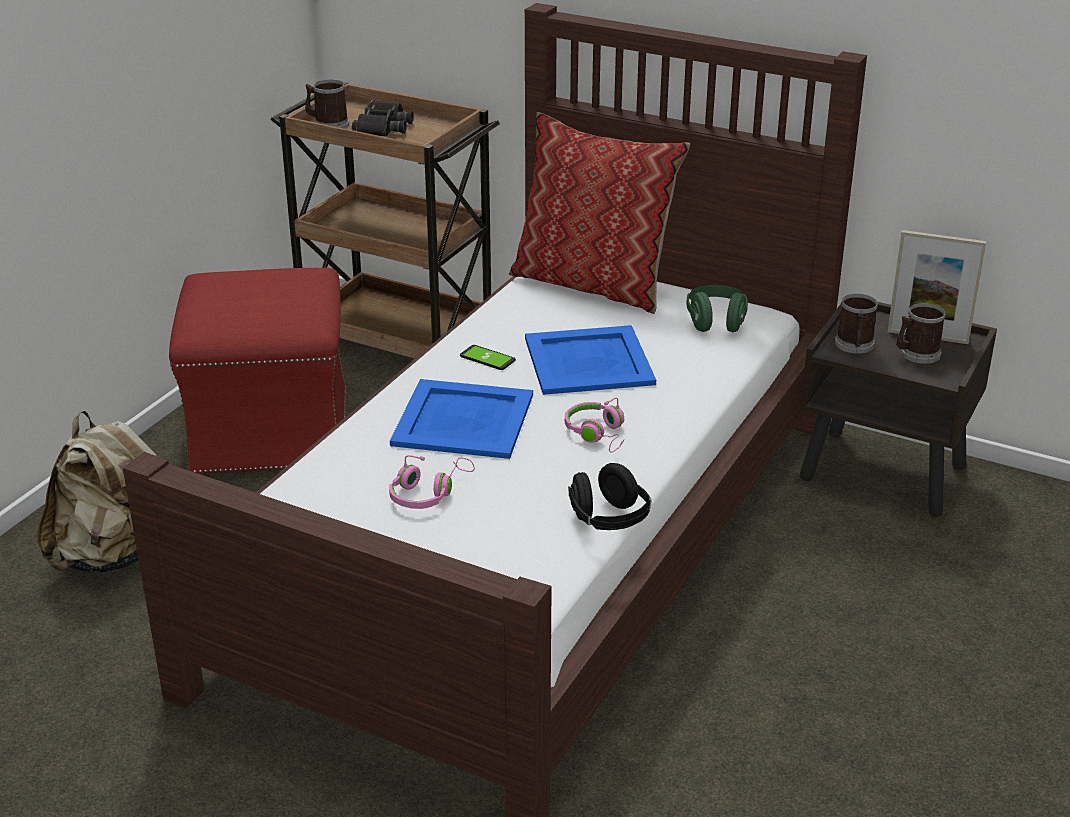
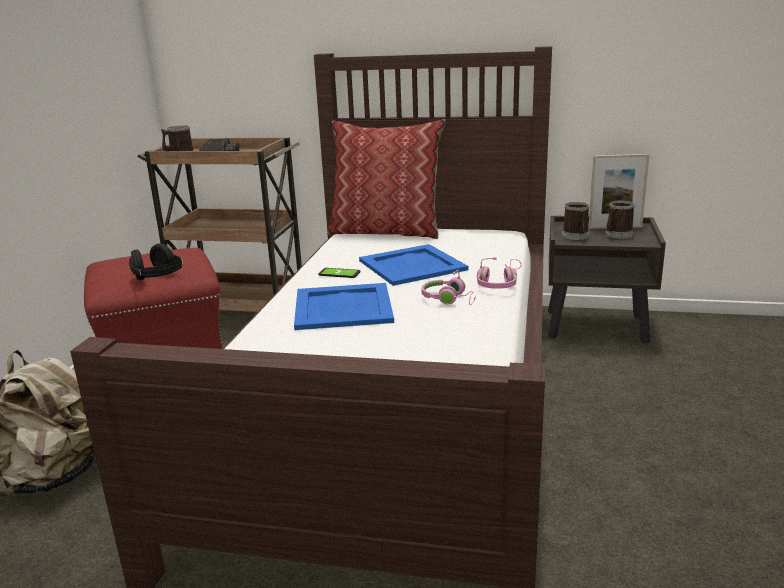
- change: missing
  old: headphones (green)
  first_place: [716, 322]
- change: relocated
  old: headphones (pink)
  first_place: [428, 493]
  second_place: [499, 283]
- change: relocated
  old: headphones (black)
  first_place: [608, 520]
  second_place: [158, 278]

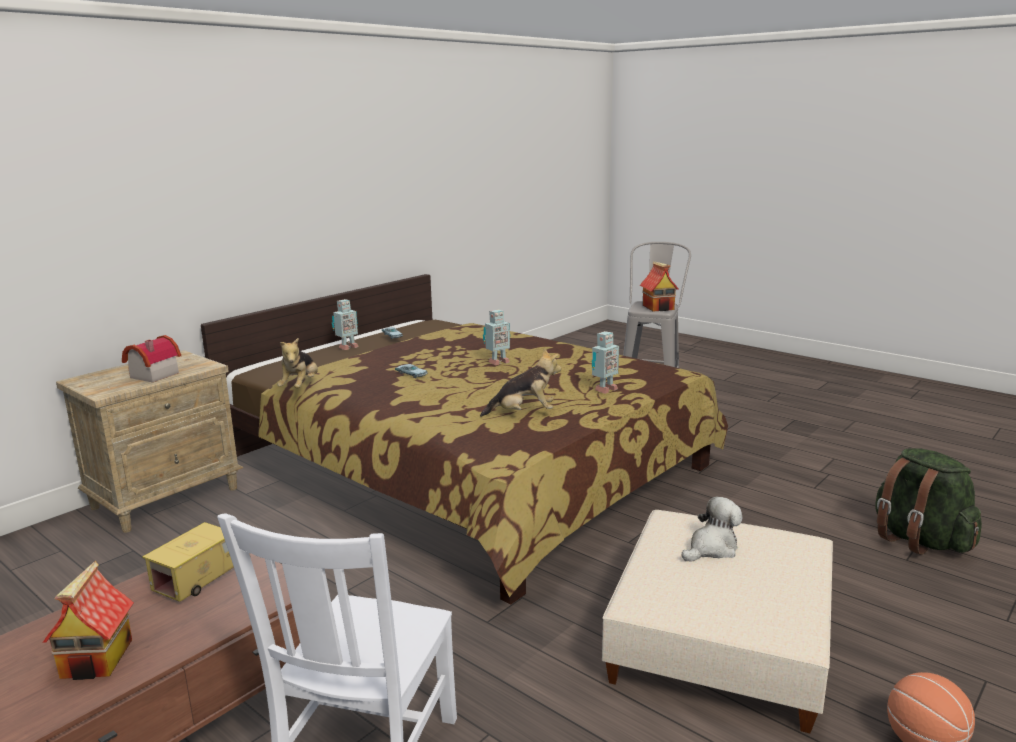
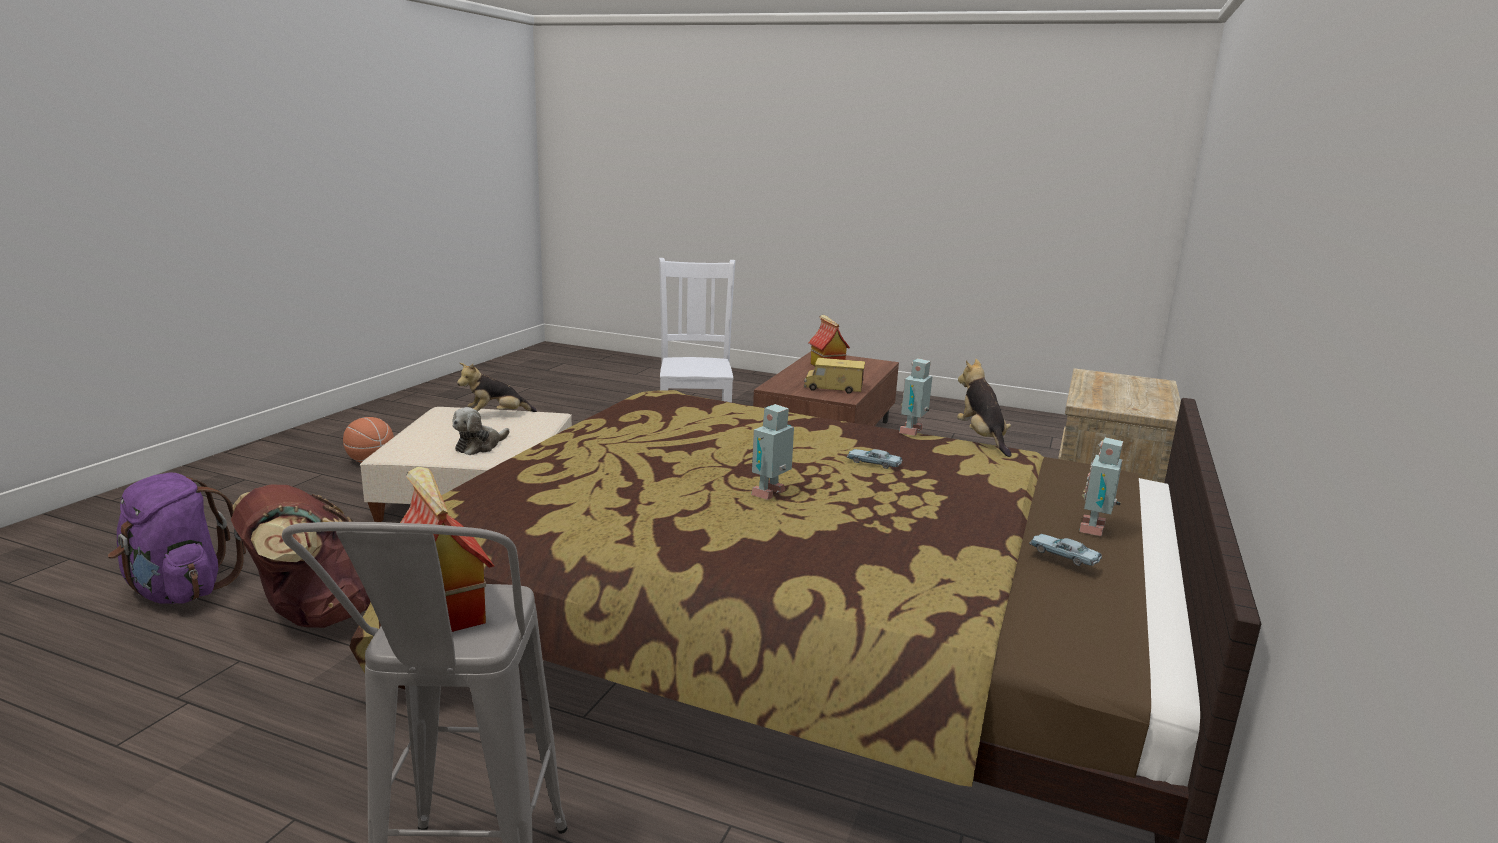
- change: relocated
  old: toy robot
  first_place: [604, 390]
  second_place: [913, 432]
- change: missing
  old: toy house
  first_place: [151, 375]
- change: relocated
  old: plush toy
  first_place: [523, 413]
  second_place: [496, 416]
- change: colour
  old: backpack (green)
  new: backpack (purple)
  first_place: [919, 540]
  second_place: [180, 591]
- change: spun
  old: toy truck
  first_place: [201, 576]
  second_place: [833, 388]
  degrees: 90
- change: appeared
  new: backpack (brown)
  second_place: [319, 614]

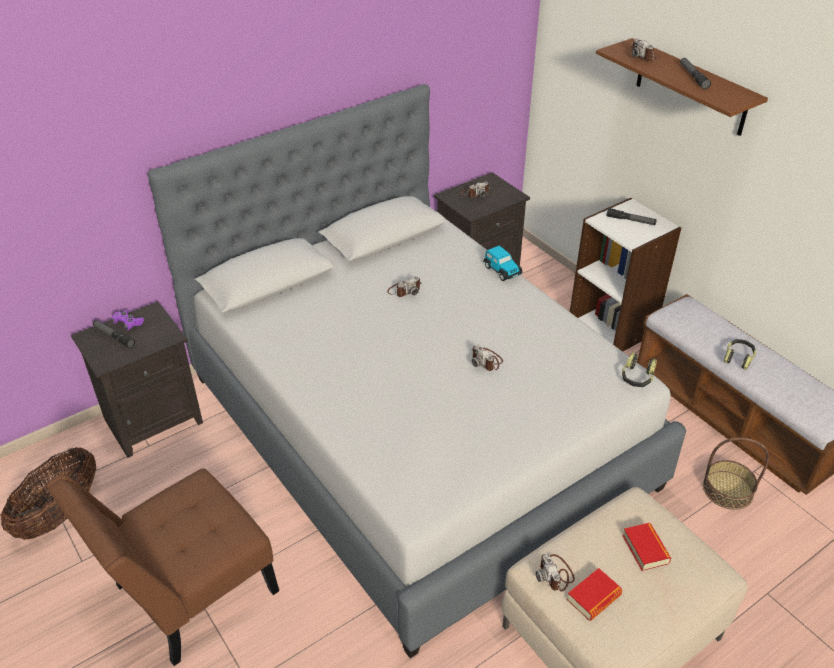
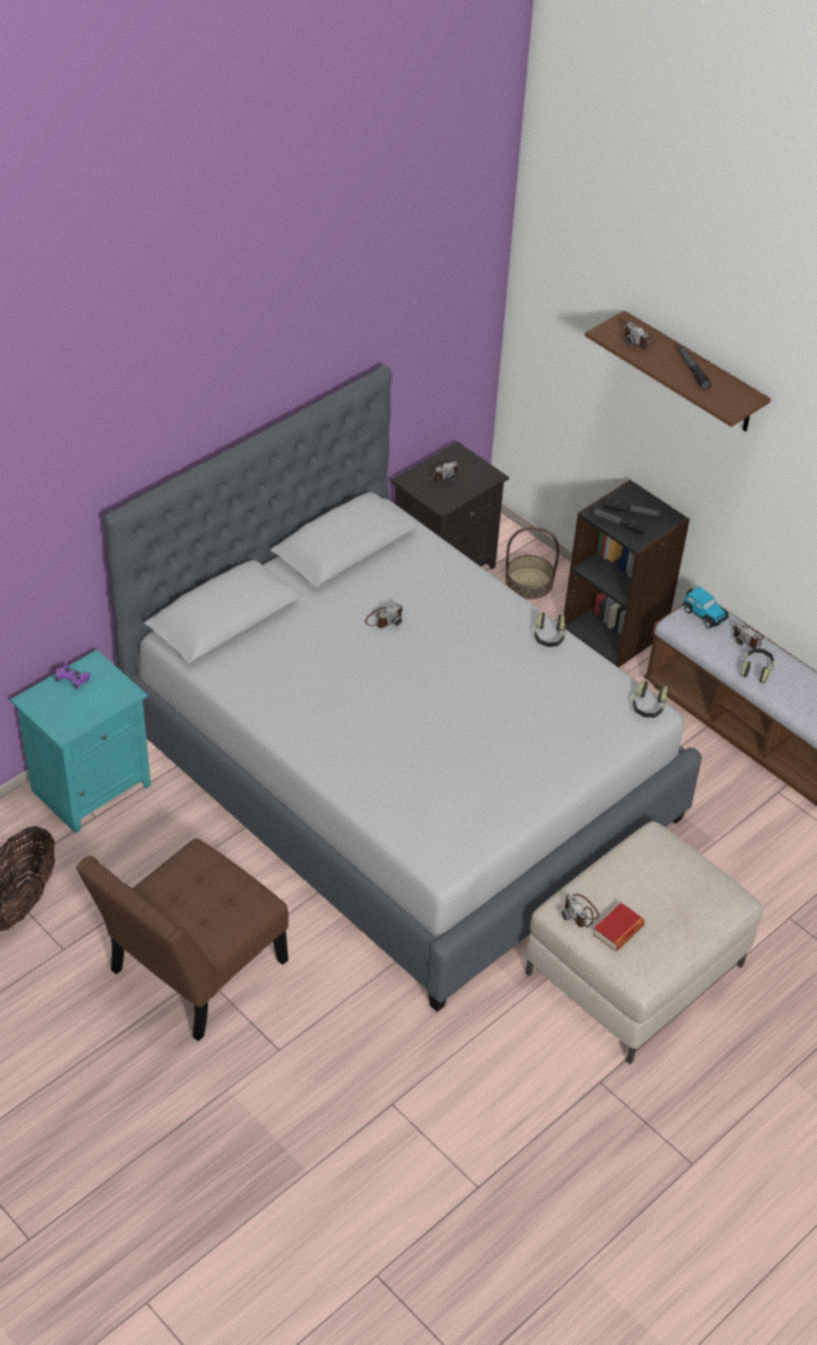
- change: colour
  old: bookcase (white)
  new: bookcase (black)
  first_place: [612, 328]
  second_place: [615, 630]
- change: relocated
  old: toy car
  first_place: [501, 270]
  second_place: [703, 614]
- change: colour
  old: nightstand (black)
  new: nightstand (turquoise)
  first_place: [154, 419]
  second_place: [91, 785]
- change: relocated
  old: flashlight
  first_place: [114, 336]
  second_place: [618, 524]
- change: relocated
  old: photo camera
  first_place: [486, 360]
  second_place: [747, 637]
- change: relocated
  old: basket
  first_place: [727, 490]
  second_place: [529, 583]
- change: missing
  old: book
  first_place: [645, 549]
- change: appeared
  new: headphones
  second_place: [549, 636]

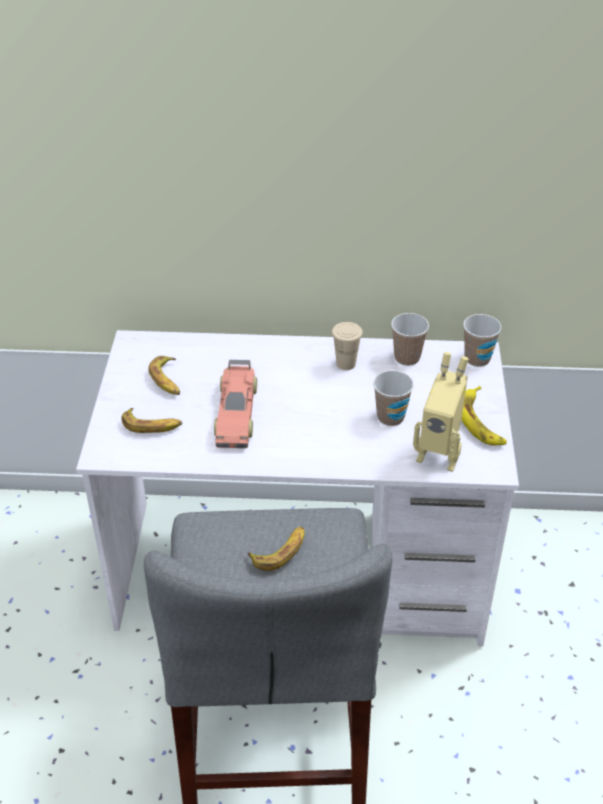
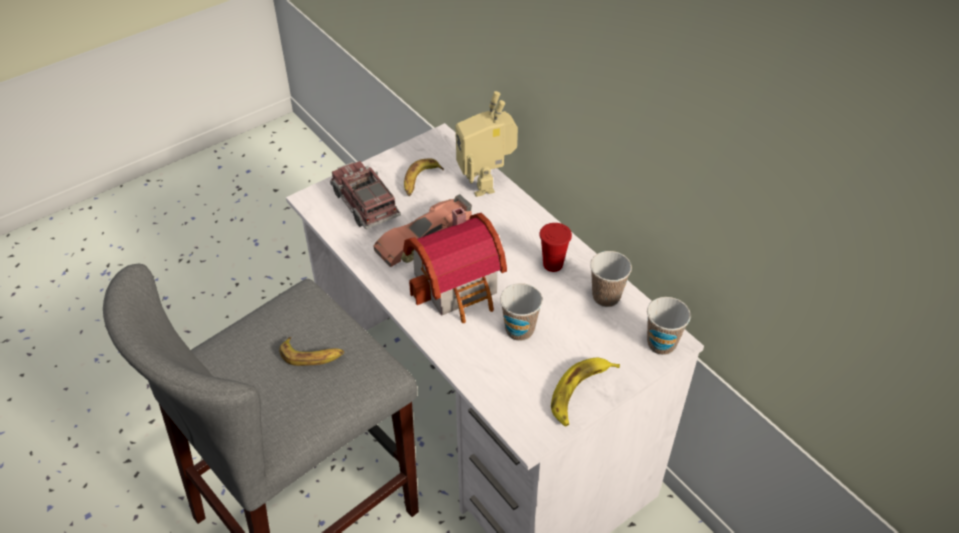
- change: colour
  old: cup (beige)
  new: cup (red)
  first_place: [346, 364]
  second_place: [553, 264]
- change: relocated
  old: toy robot
  first_place: [439, 454]
  second_place: [486, 182]
- change: exchanged
  old: banana
  new: toy truck
  first_place: [152, 425]
  second_place: [365, 204]
- change: appeared
  new: toy house
  second_place: [460, 286]

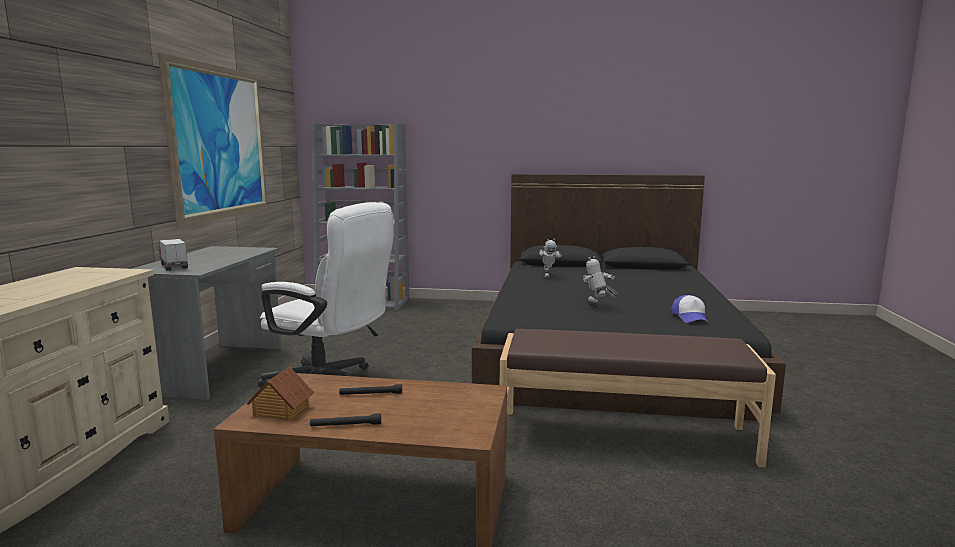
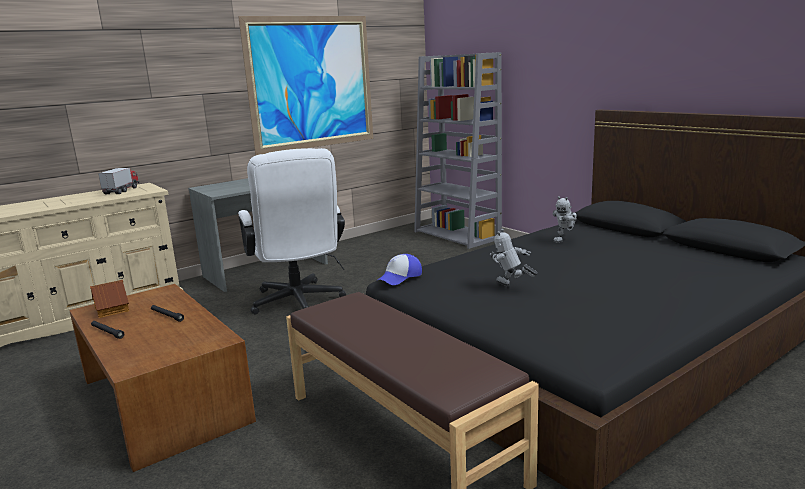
- change: relocated
  old: toy truck
  first_place: [173, 266]
  second_place: [122, 190]
- change: spun
  old: toy robot
  first_place: [597, 305]
  second_place: [511, 287]
  degrees: -60
- change: relocated
  old: cap
  first_place: [690, 317]
  second_place: [400, 277]

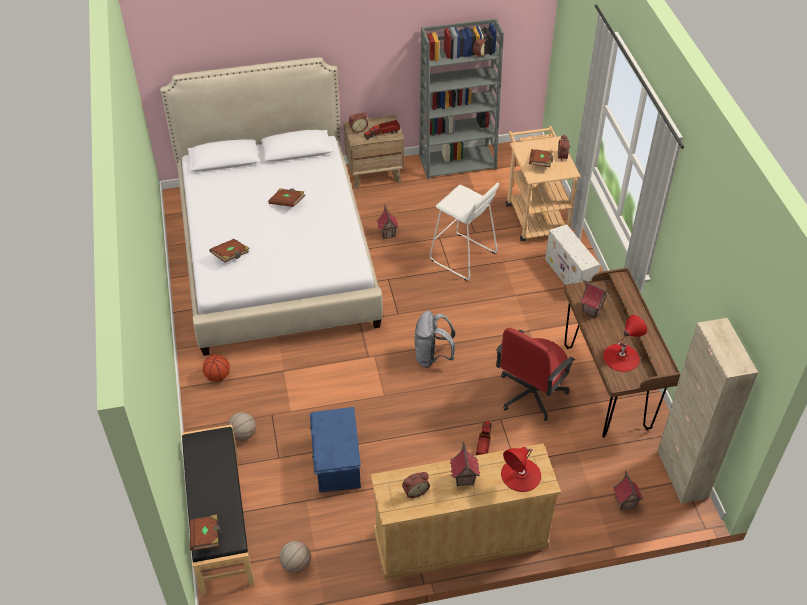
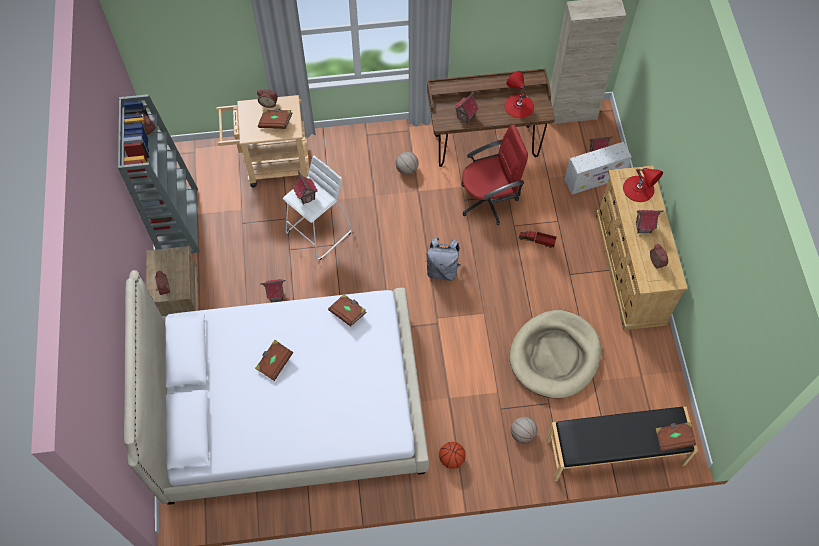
- change: missing
  old: toy truck
  first_place: [383, 133]
- change: relocated
  old: storage box (white)
  first_place: [570, 276]
  second_place: [595, 178]
- change: relocated
  old: book (brown)
  first_place: [231, 256]
  second_place: [348, 313]
- change: spun
  old: office chair (red)
  first_place: [530, 394]
  second_place: [488, 200]
  degrees: -60
- change: exchanged
  old: storage box (blue)
  new: dog bed (beige)
  first_place: [336, 462]
  second_place: [554, 355]
- change: relocated
  old: basketball
  first_place: [296, 564]
  second_place: [406, 169]
- change: appeared
  new: toy house
  second_place: [306, 197]

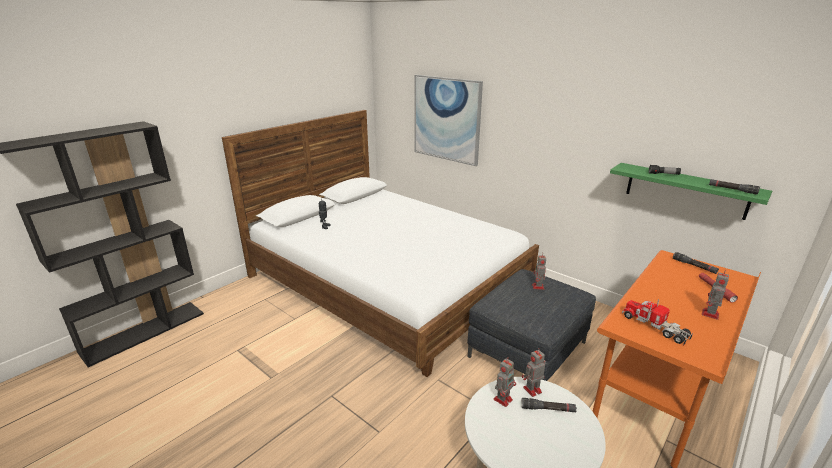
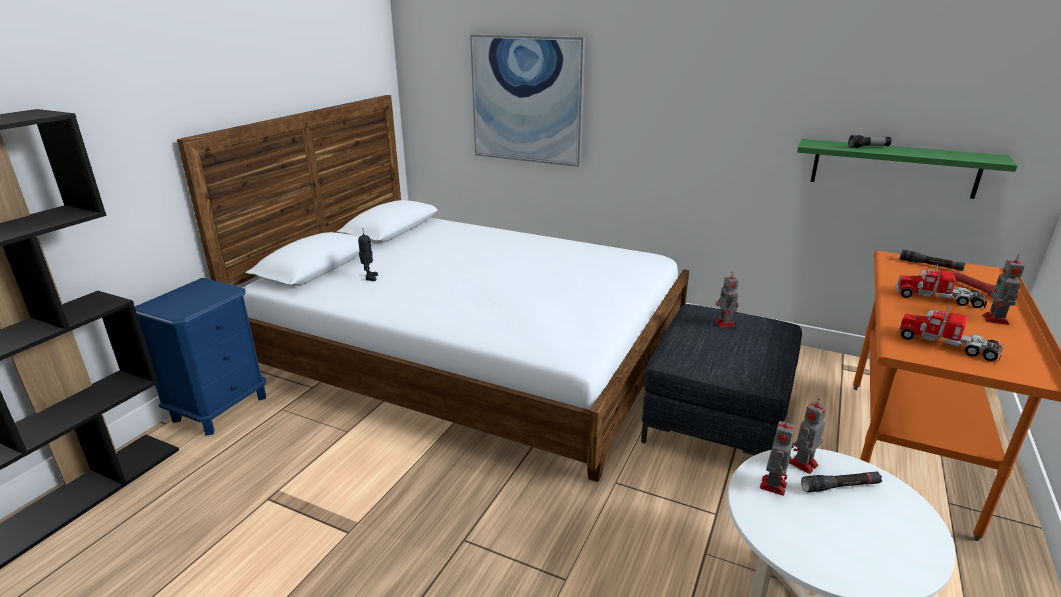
- change: missing
  old: flashlight (black)
  first_place: [732, 190]
- change: appeared
  new: toy truck
  second_place: [938, 298]
- change: appeared
  new: nightstand (blue)
  second_place: [220, 408]

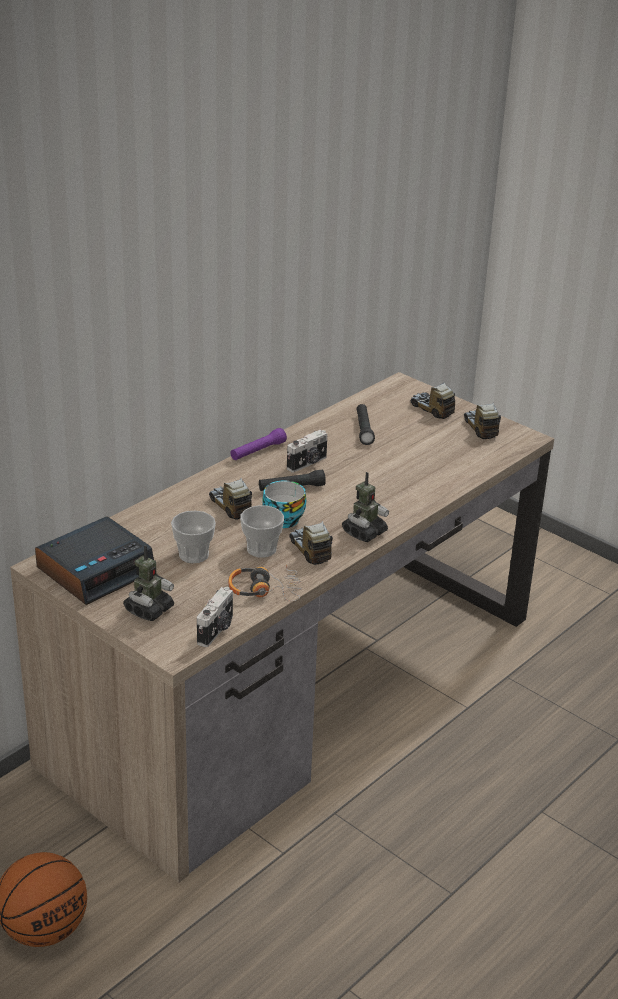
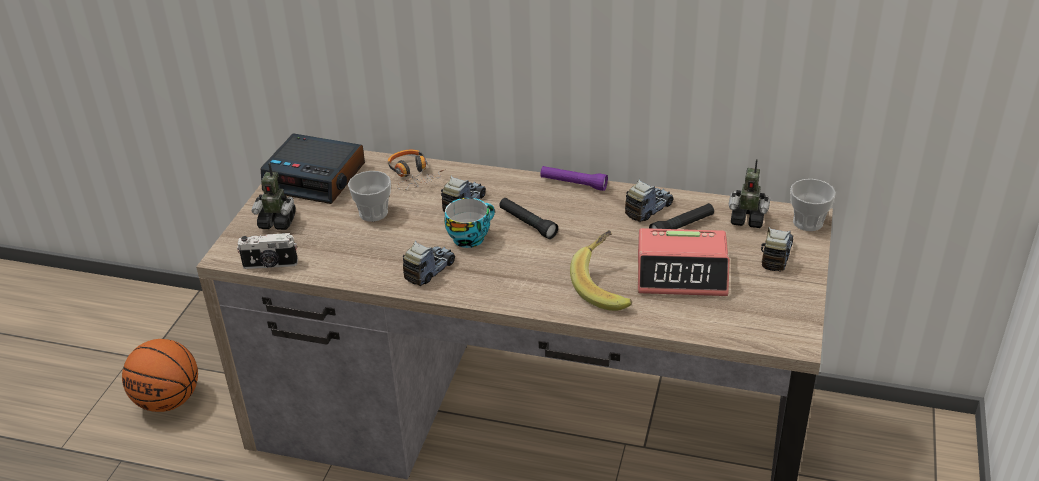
- change: relocated
  old: toy truck
  first_place: [480, 429]
  second_place: [648, 209]
- change: missing
  old: photo camera
  first_place: [308, 463]
- change: relocated
  old: toy robot
  first_place: [364, 532]
  second_place: [747, 219]
- change: relocated
  old: cup
  first_place: [261, 549]
  second_place: [808, 222]
- change: relocated
  old: headphones
  first_place: [265, 590]
  second_place: [413, 175]
- change: appeared
  new: alarm clock
  second_place: [682, 273]
- change: appeared
  new: banana
  second_place: [606, 286]

